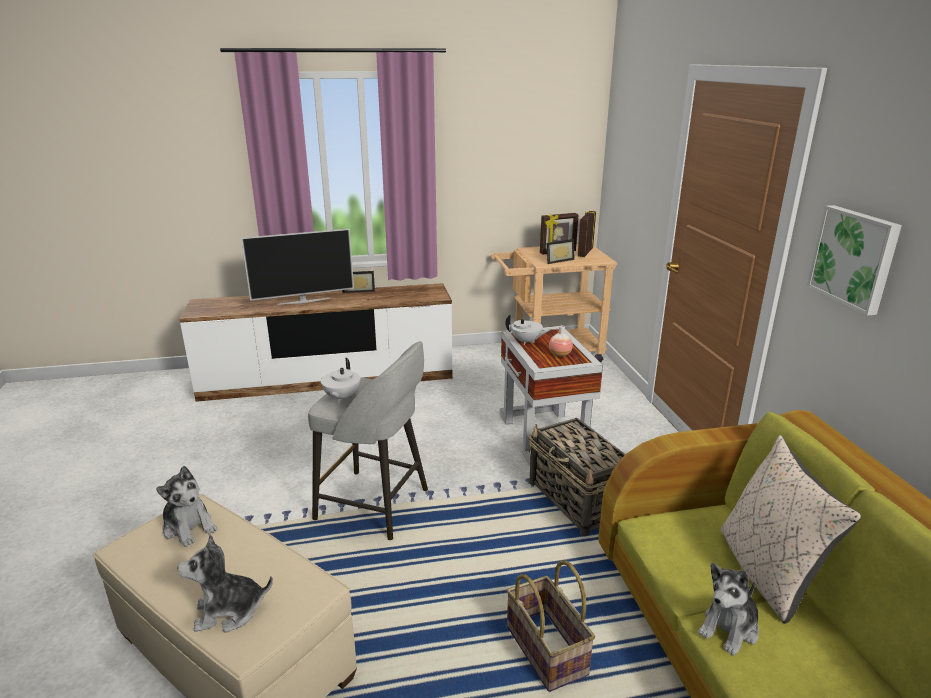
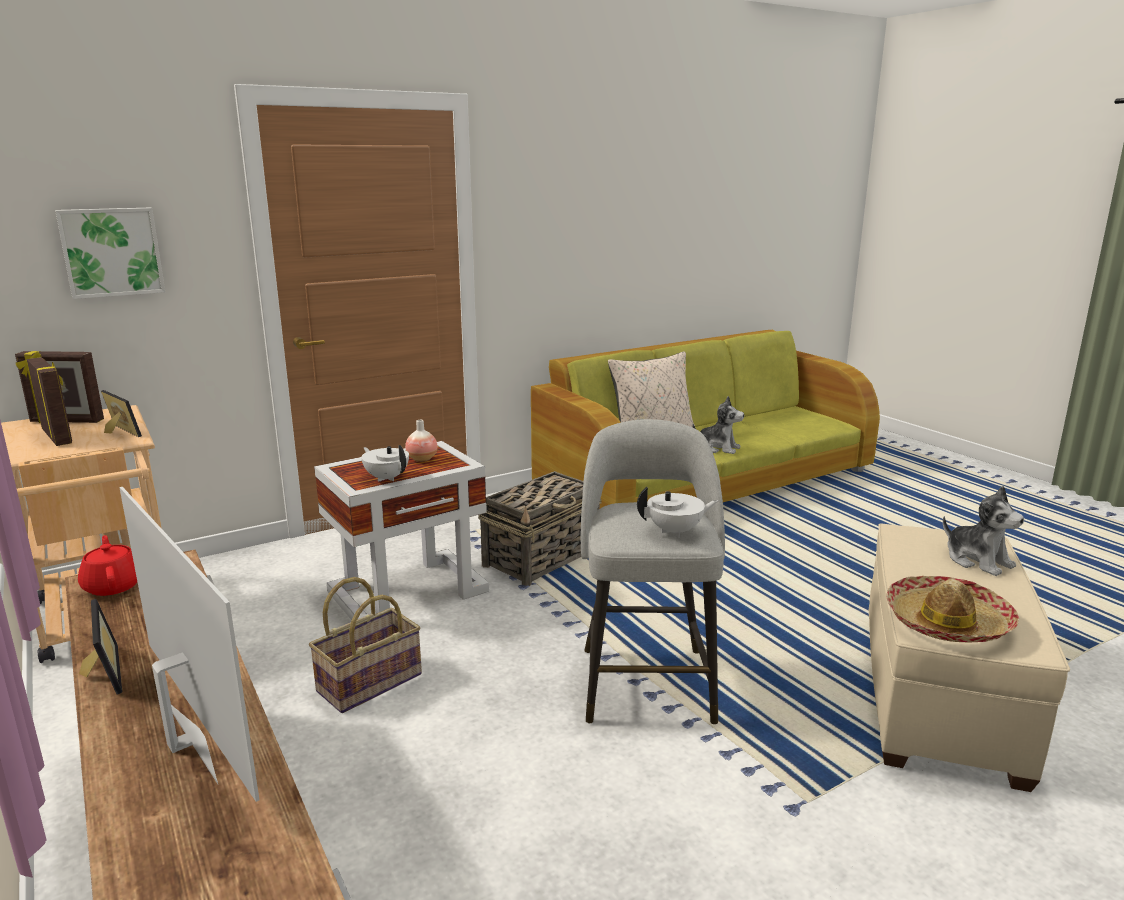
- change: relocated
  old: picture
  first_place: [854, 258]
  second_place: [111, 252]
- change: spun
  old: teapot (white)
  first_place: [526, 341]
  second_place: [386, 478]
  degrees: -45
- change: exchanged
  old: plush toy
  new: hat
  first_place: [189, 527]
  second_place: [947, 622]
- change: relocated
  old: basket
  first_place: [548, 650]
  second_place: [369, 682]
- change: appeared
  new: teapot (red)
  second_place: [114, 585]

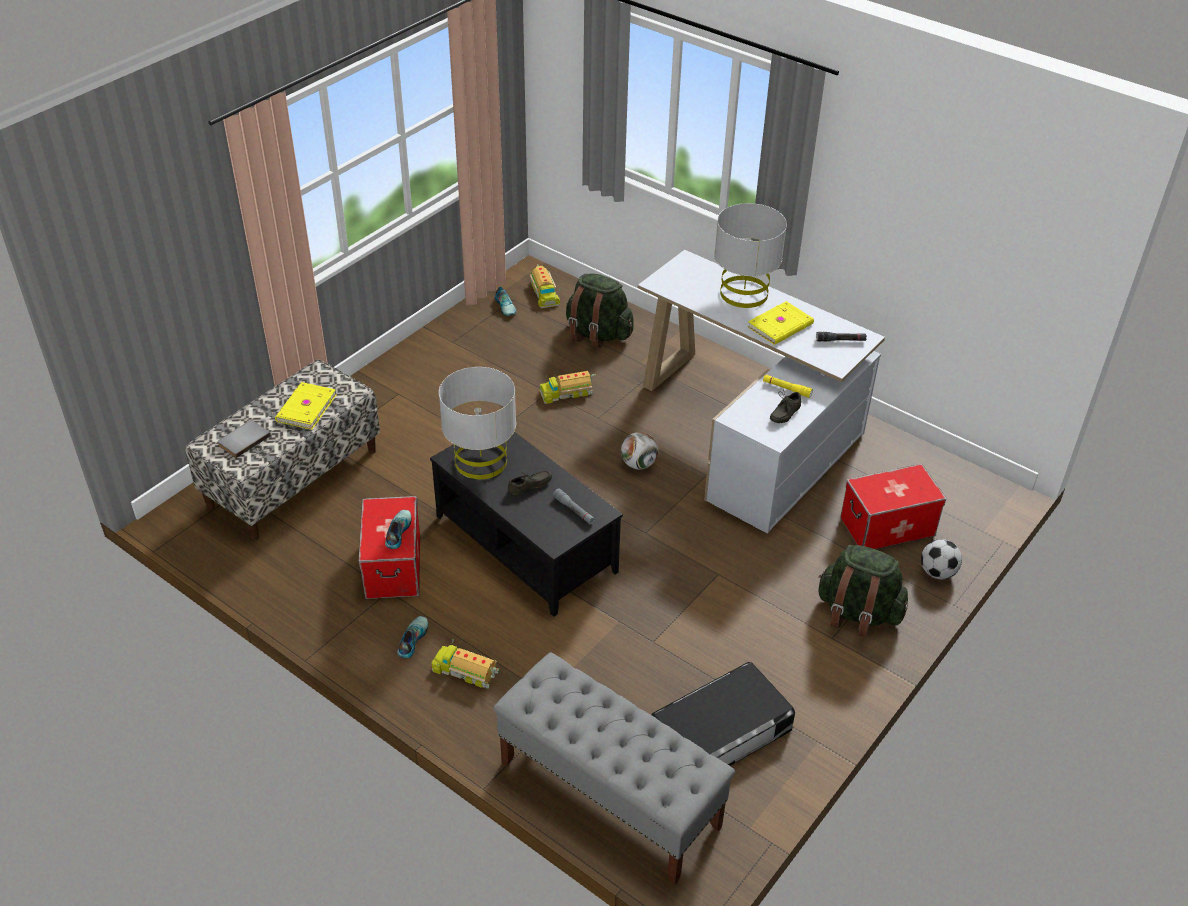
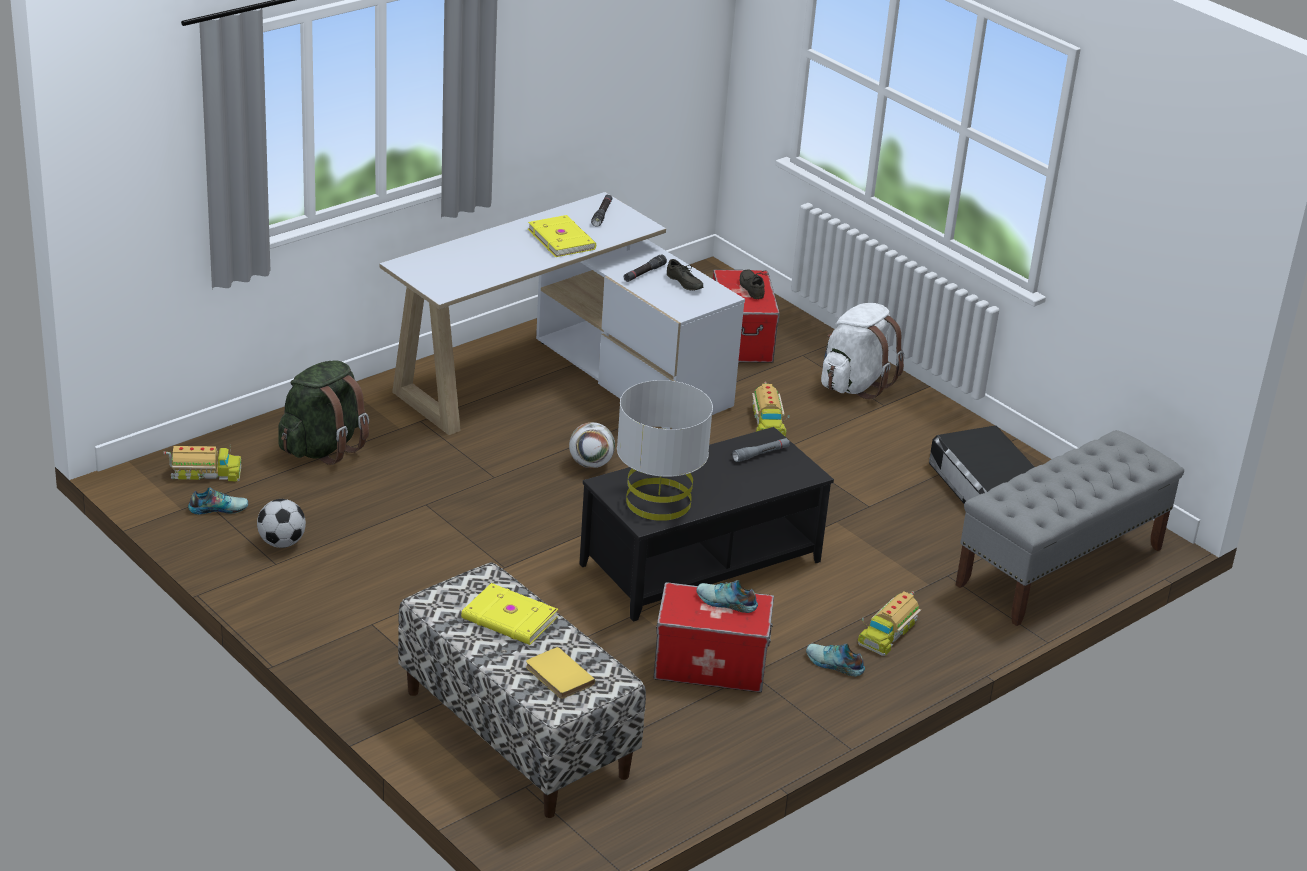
- change: missing
  old: table lamp (grey)
  first_place: [744, 293]
- change: relocated
  old: toy truck
  first_place: [566, 392]
  second_place: [766, 421]
- change: colour
  old: flashlight (yellow)
  new: flashlight (black)
  first_place: [786, 389]
  second_place: [644, 273]
- change: colour
  old: book (grey)
  new: book (yellow)
  first_place: [243, 440]
  second_place: [557, 676]
- change: relocated
  old: shoe (grey)
  first_place: [530, 487]
  second_place: [753, 288]
- change: relocated
  old: football
  first_place: [937, 572]
  second_place: [281, 543]
- change: colour
  old: backpack (green)
  new: backpack (white)
  first_place: [857, 613]
  second_place: [855, 384]

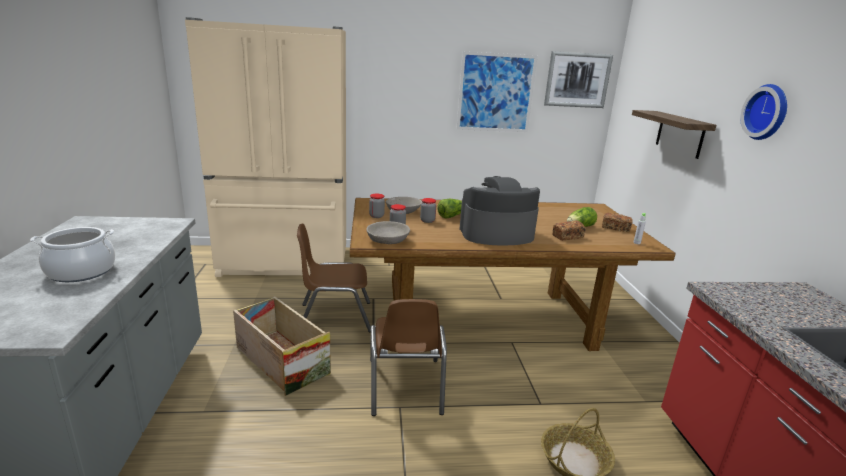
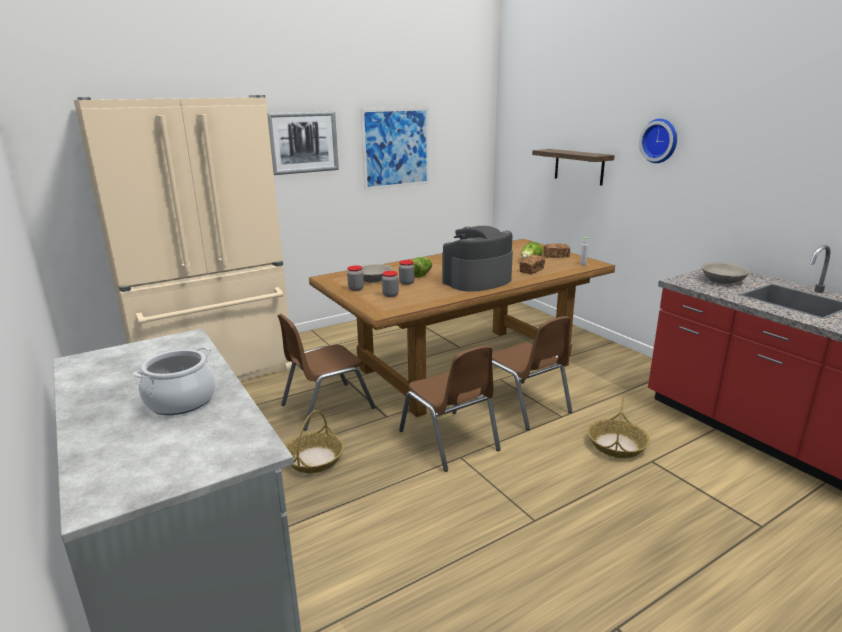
- change: relocated
  old: picture
  first_place: [577, 80]
  second_place: [303, 142]
- change: relocated
  old: bowl (grey)
  first_place: [388, 240]
  second_place: [722, 280]
- change: exchanged
  old: crate
  new: basket
  first_place: [280, 360]
  second_place: [314, 459]
- change: appeared
  new: chair (brown)
  second_place: [524, 405]

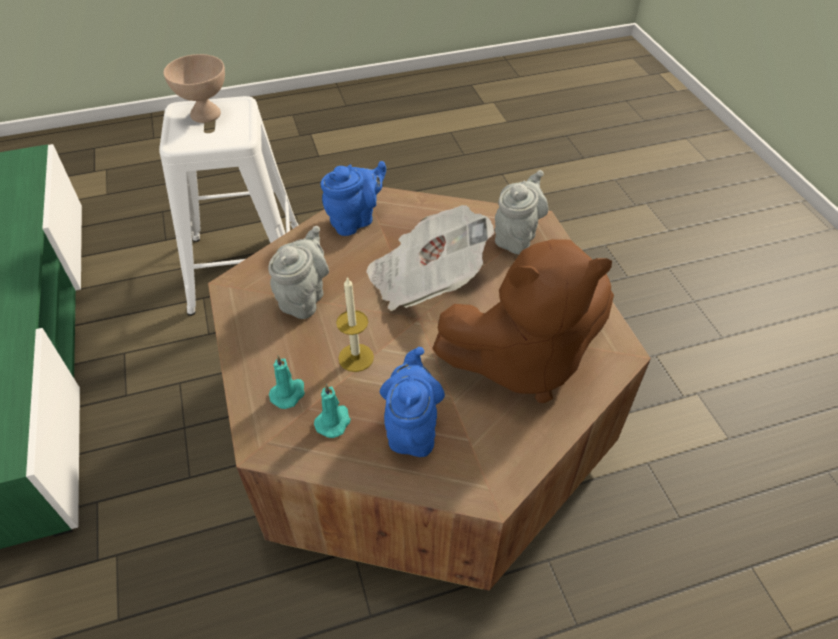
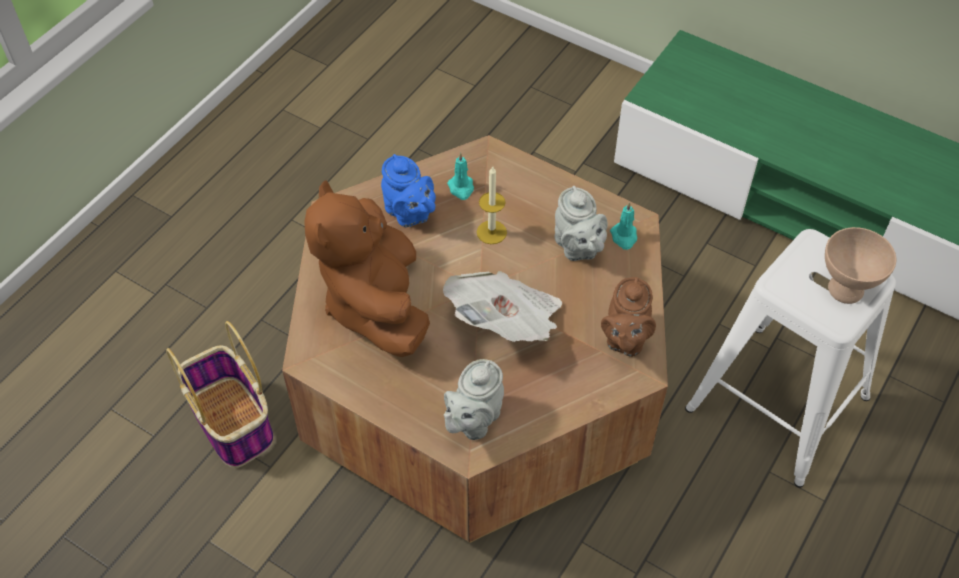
- change: colour
  old: teapot (blue)
  new: teapot (brown)
  first_place: [355, 220]
  second_place: [625, 340]
- change: spun
  old: teapot (grey)
  first_place: [517, 236]
  second_place: [473, 420]
  degrees: 45
- change: spun
  old: plush toy (brown)
  first_place: [522, 360]
  second_place: [376, 305]
  degrees: -45
- change: relocated
  old: candle (turquoise)
  first_place: [288, 393]
  second_place: [624, 237]
- change: appeared
  new: basket
  second_place: [233, 423]

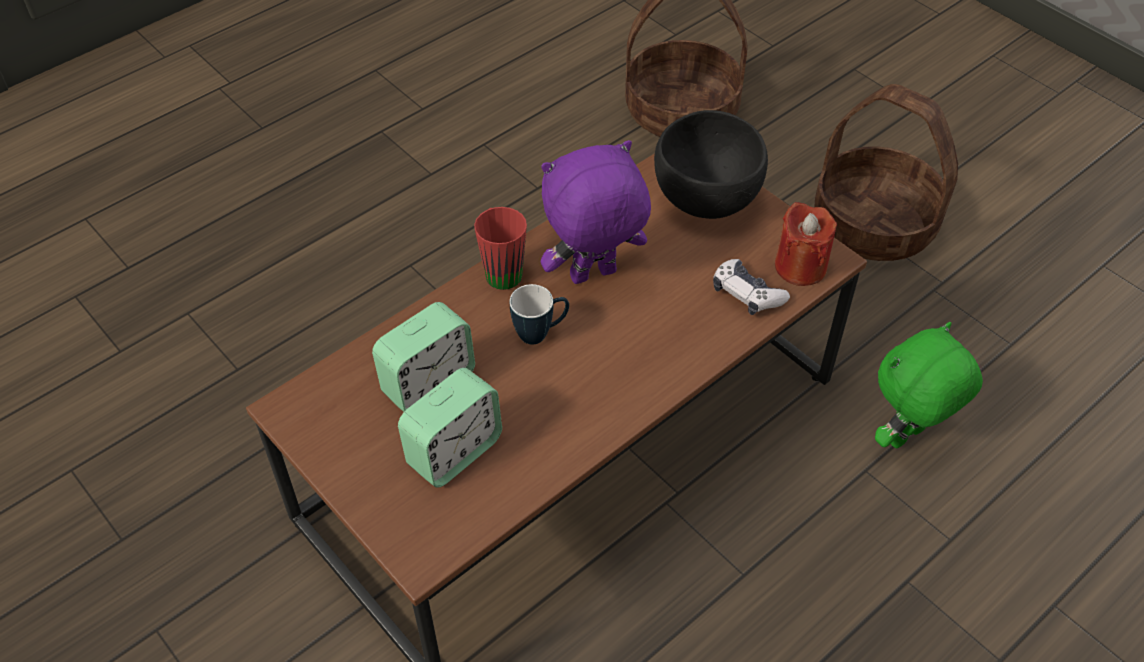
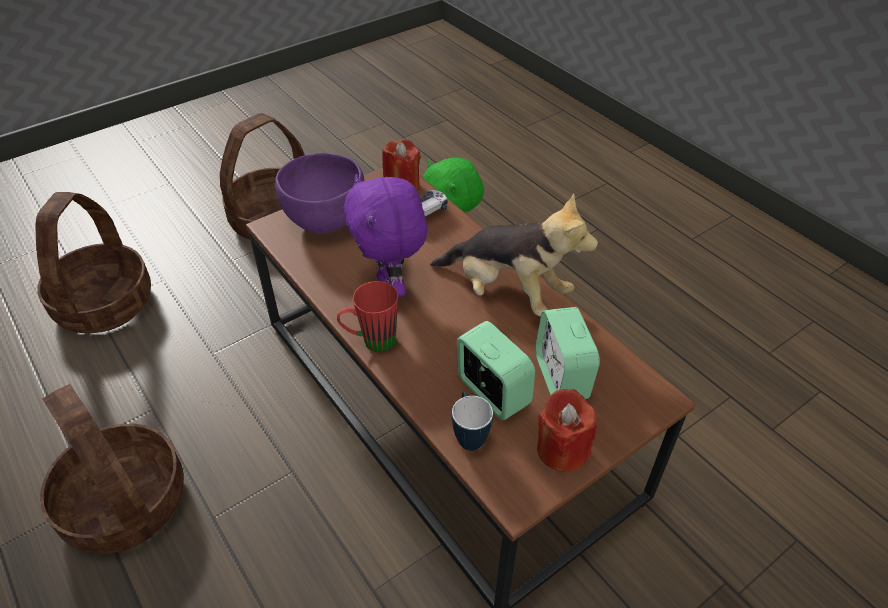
- change: colour
  old: bowl (black)
  new: bowl (purple)
  first_place: [705, 200]
  second_place: [325, 222]
- change: relocated
  old: mug
  first_place: [540, 333]
  second_place: [469, 435]
- change: spun
  old: alarm clock
  first_place: [454, 452]
  second_place: [561, 377]
  degrees: -150
- change: appeared
  new: plush toy
  second_place: [507, 292]
- change: appeared
  new: basket
  second_place: [123, 502]
- change: appeared
  new: candle (red)
  second_place: [562, 449]

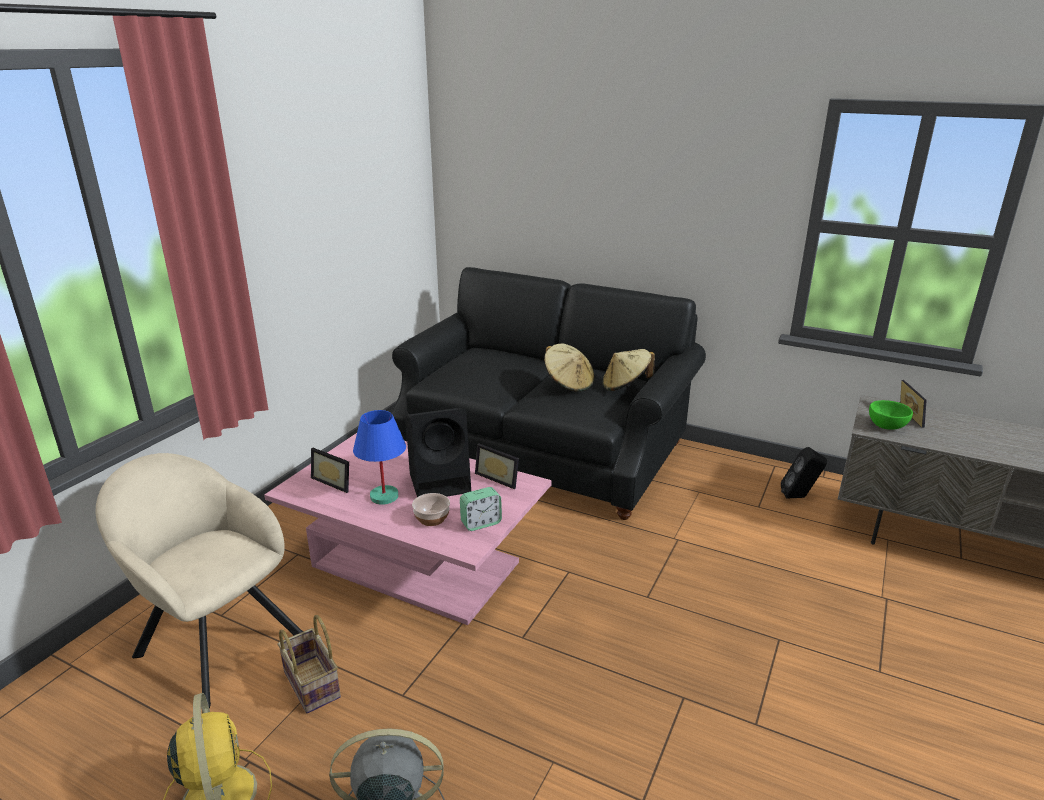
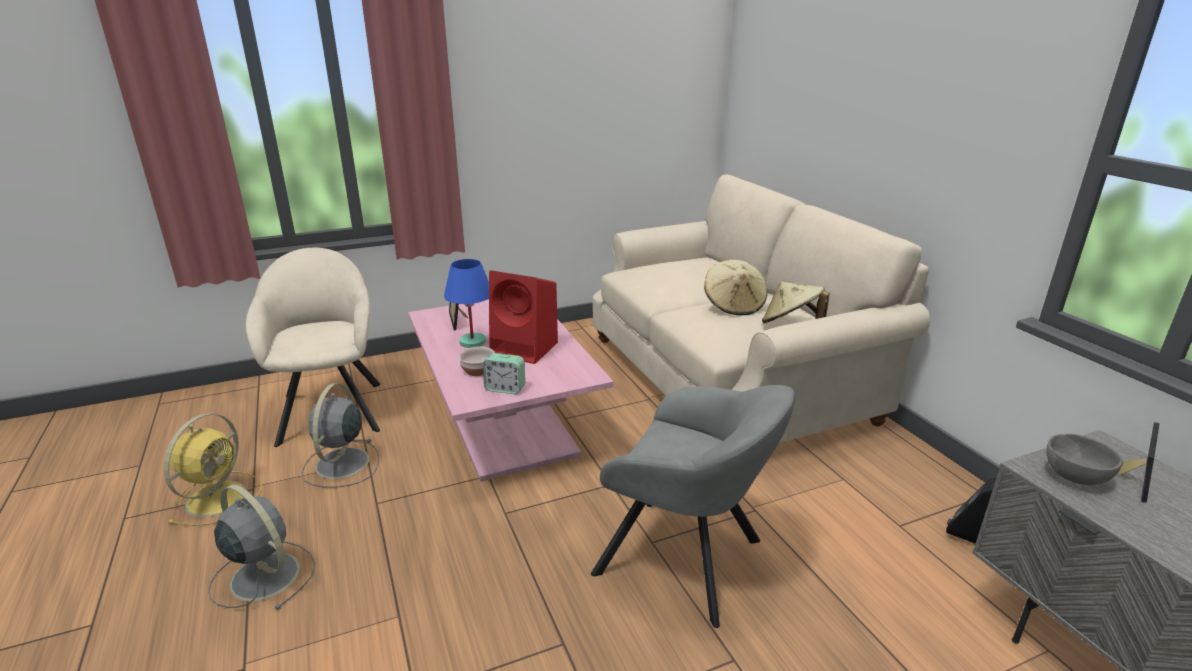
- change: colour
  old: sofa (black)
  new: sofa (beige)
  first_place: [543, 450]
  second_place: [727, 378]
- change: colour
  old: bowl (green)
  new: bowl (grey)
  first_place: [886, 426]
  second_place: [1074, 476]
- change: colour
  old: speaker (black)
  new: speaker (red)
  first_place: [441, 482]
  second_place: [526, 348]
- change: missing
  old: picture frame
  first_place: [499, 477]
- change: exchanged
  old: basket
  new: fan (grey)
  first_place: [314, 685]
  second_place: [341, 465]
- change: appeared
  new: armchair (grey)
  second_place: [687, 560]

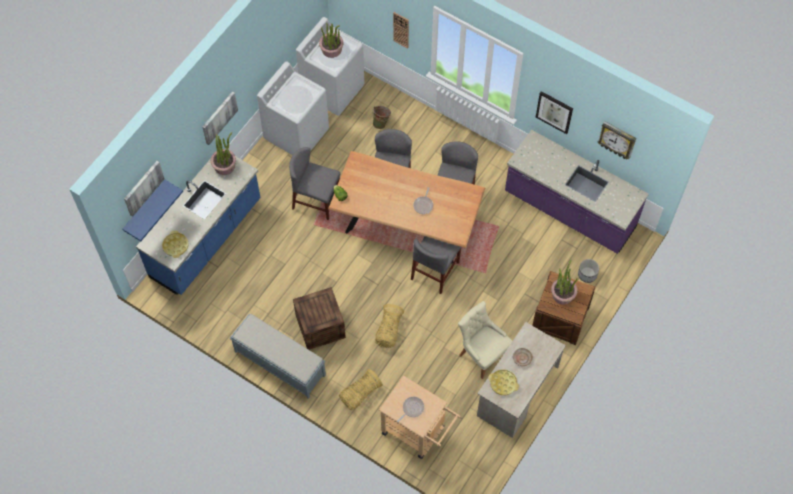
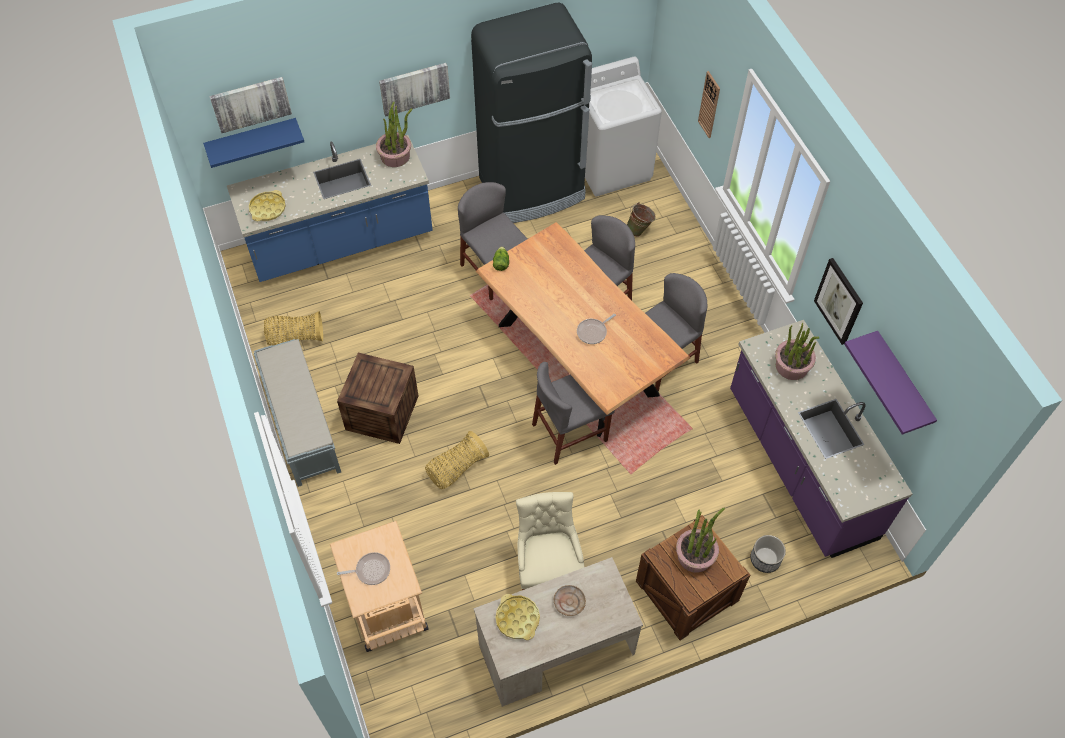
- change: relocated
  old: potted plant
  first_place: [331, 49]
  second_place: [791, 366]
- change: exchanged
  old: washing machine (white)
  new: fridge (black)
  first_place: [297, 133]
  second_place: [532, 189]
- change: exchanged
  old: wall clock
  new: shelf (purple)
  first_place: [617, 140]
  second_place: [902, 382]
- change: relocated
  old: basket
  first_place: [360, 394]
  second_place: [295, 337]

